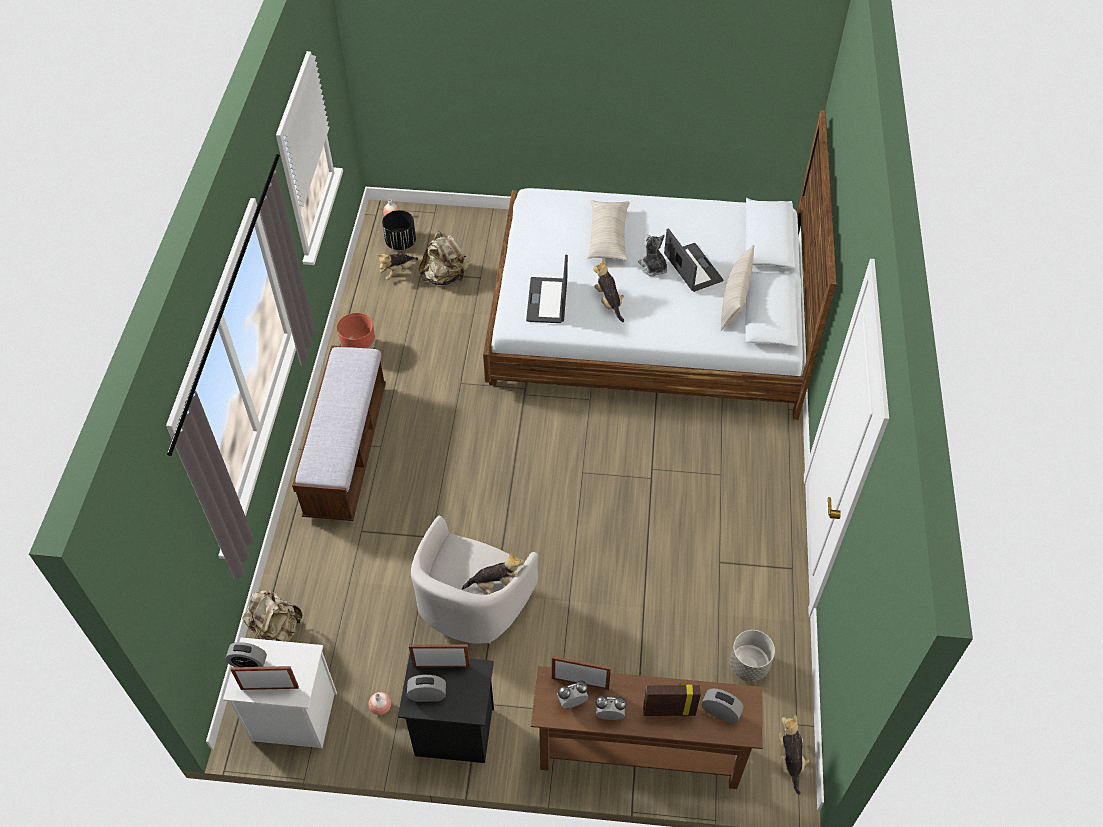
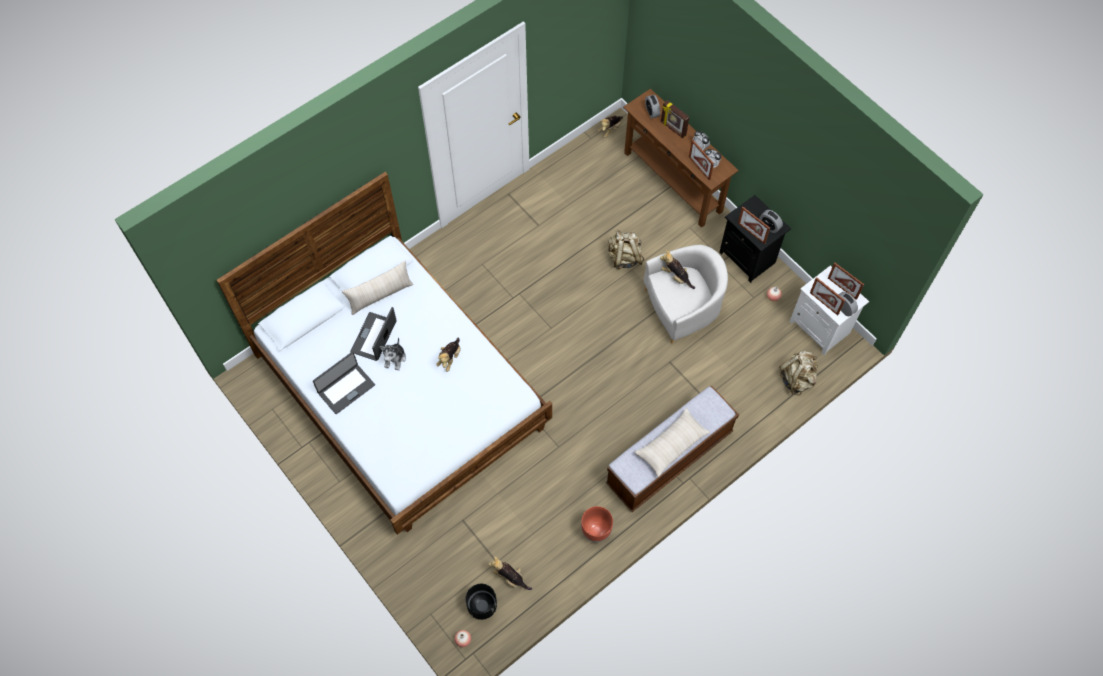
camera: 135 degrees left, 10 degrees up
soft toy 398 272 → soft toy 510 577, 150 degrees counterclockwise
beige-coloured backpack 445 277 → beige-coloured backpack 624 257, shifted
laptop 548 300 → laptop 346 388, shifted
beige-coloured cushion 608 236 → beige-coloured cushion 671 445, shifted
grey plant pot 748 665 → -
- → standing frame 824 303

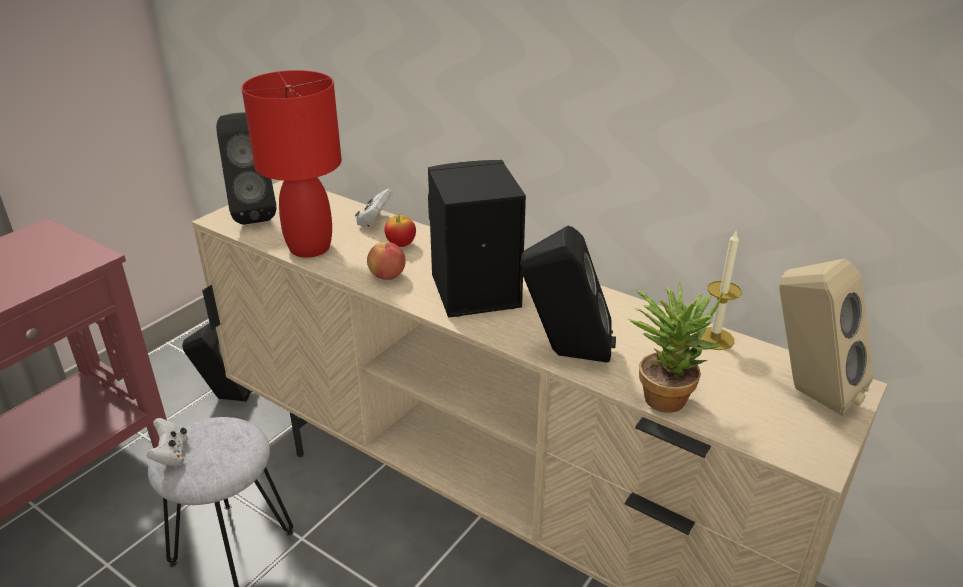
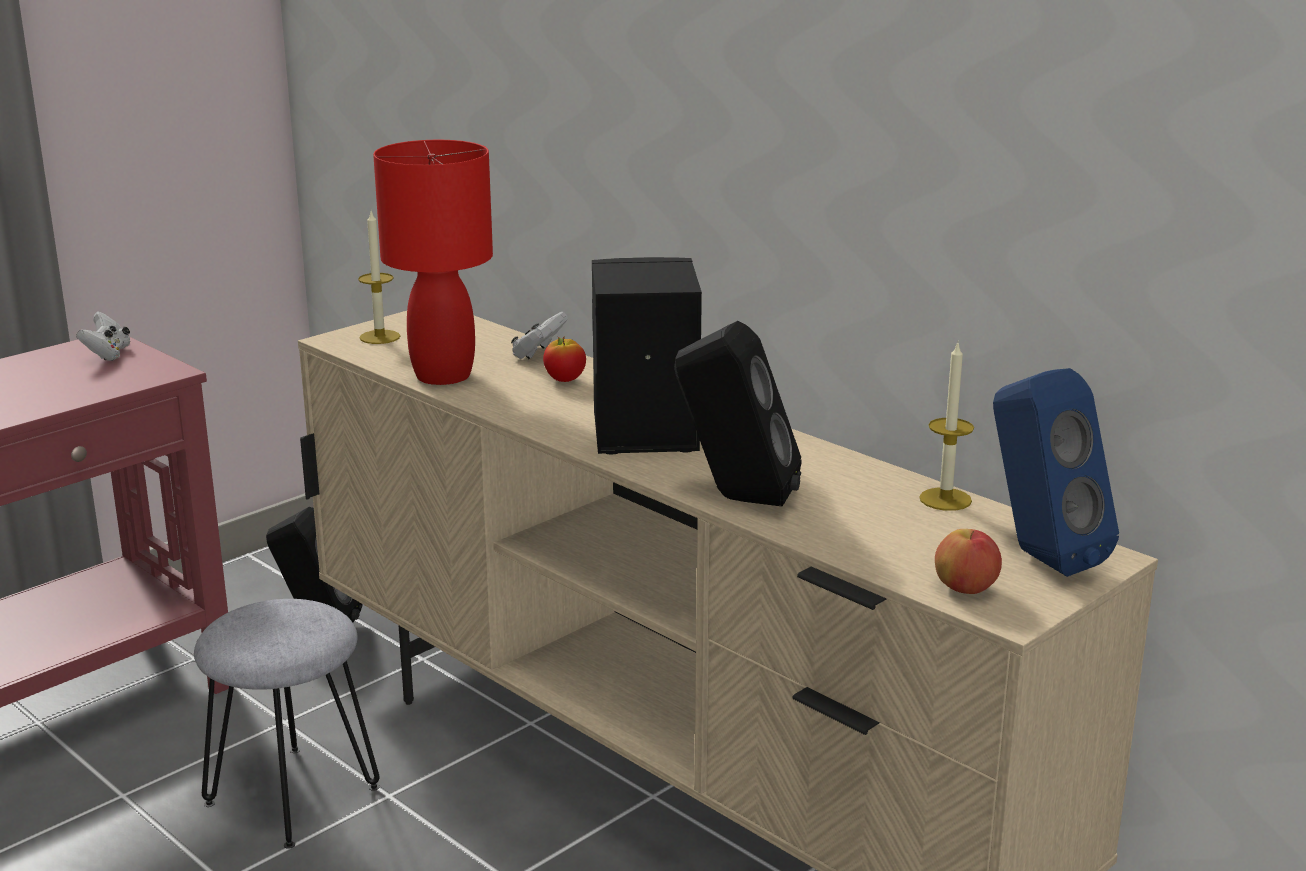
camera: 10 degrees right, 10 degrees down
white gamepad 171 454 → white gamepad 107 354, shifted
blackish loudspeaker 253 214 → wax candle 380 337
whole apple 387 276 → whole apple 966 589, shifted
plant in a pot 665 393 → -
beige-coloured loudspeaker 806 392 → bluish loudspeaker 1038 557

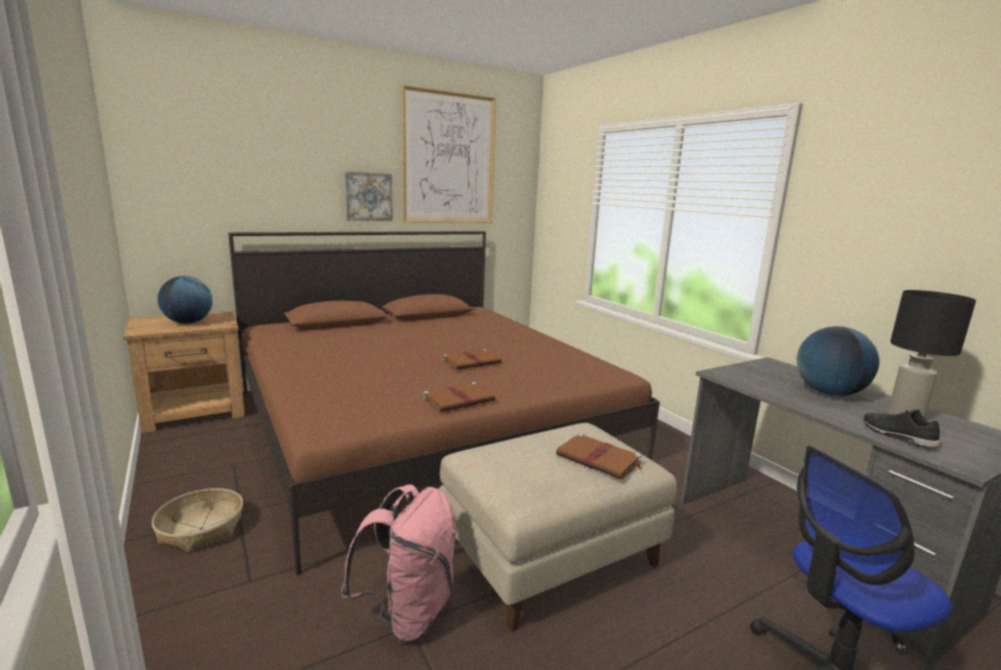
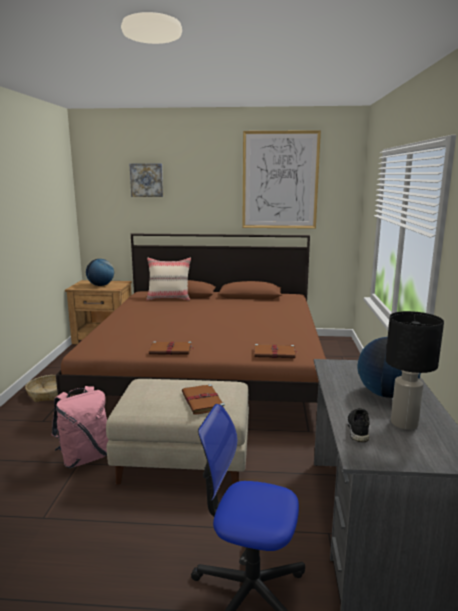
camera: 35 degrees right, 0 degrees up
wall picture 368 196 → wall picture 147 180, shifted
brown volume 472 362 → brown volume 275 353, shifted
- → beige-coloured cushion 169 298

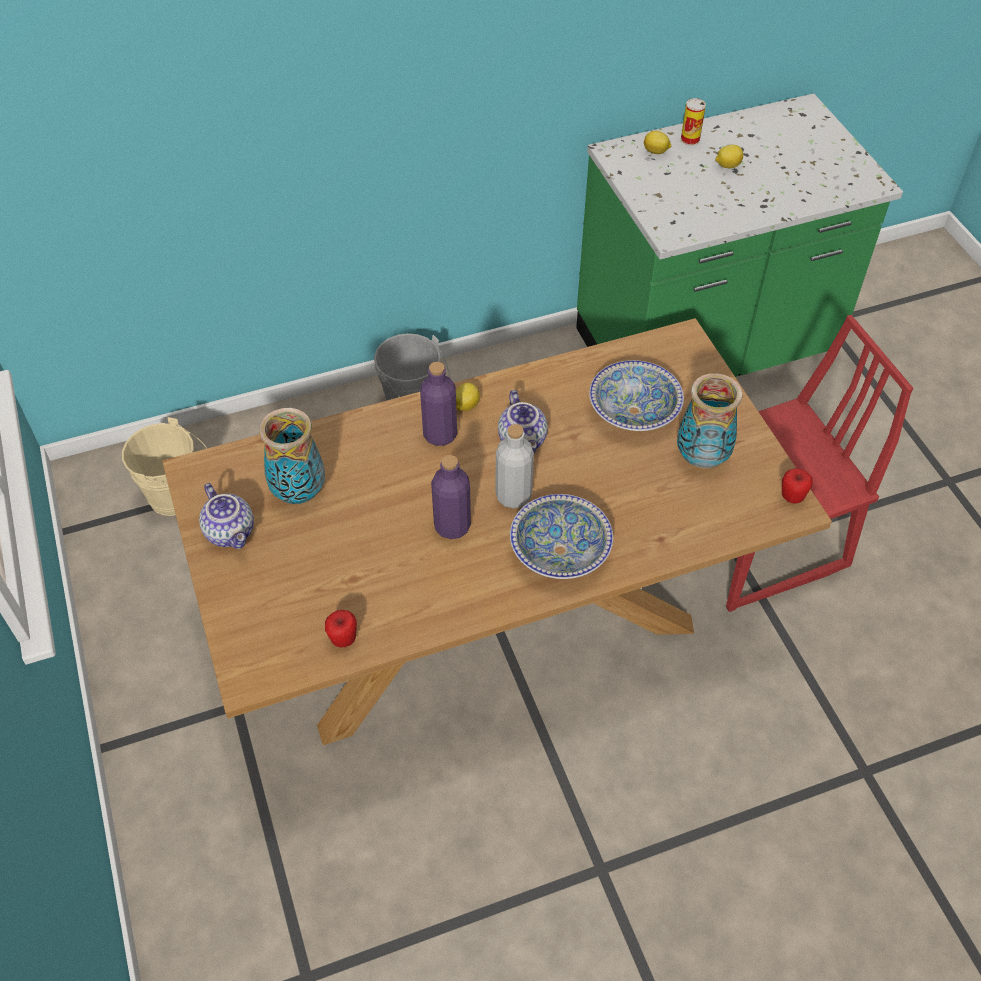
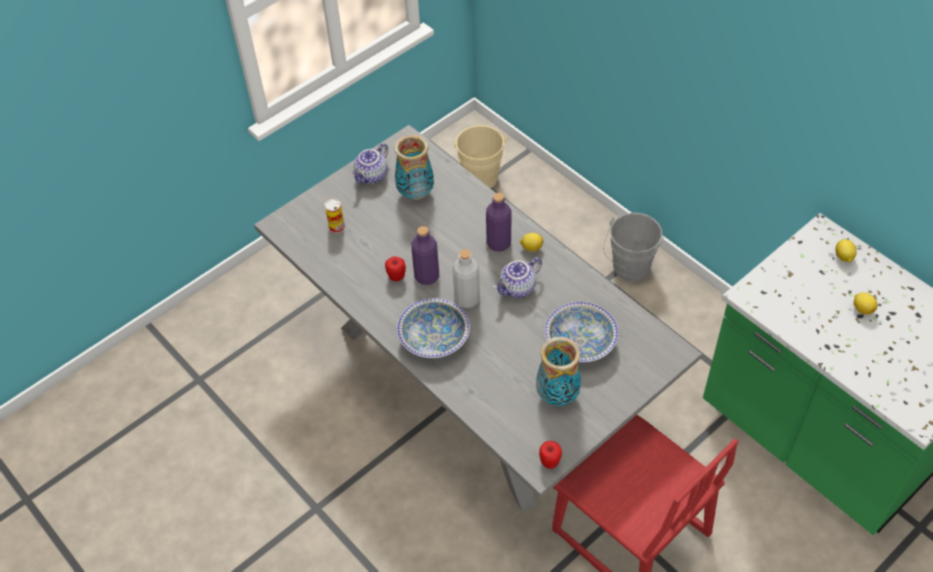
camera: 70 degrees right, 0 degrees up
brown dining table 489 619 → grey dining table 472 381
whole apple 343 639 → whole apple 396 276, shifted
metal can 690 139 → metal can 336 227, shifted

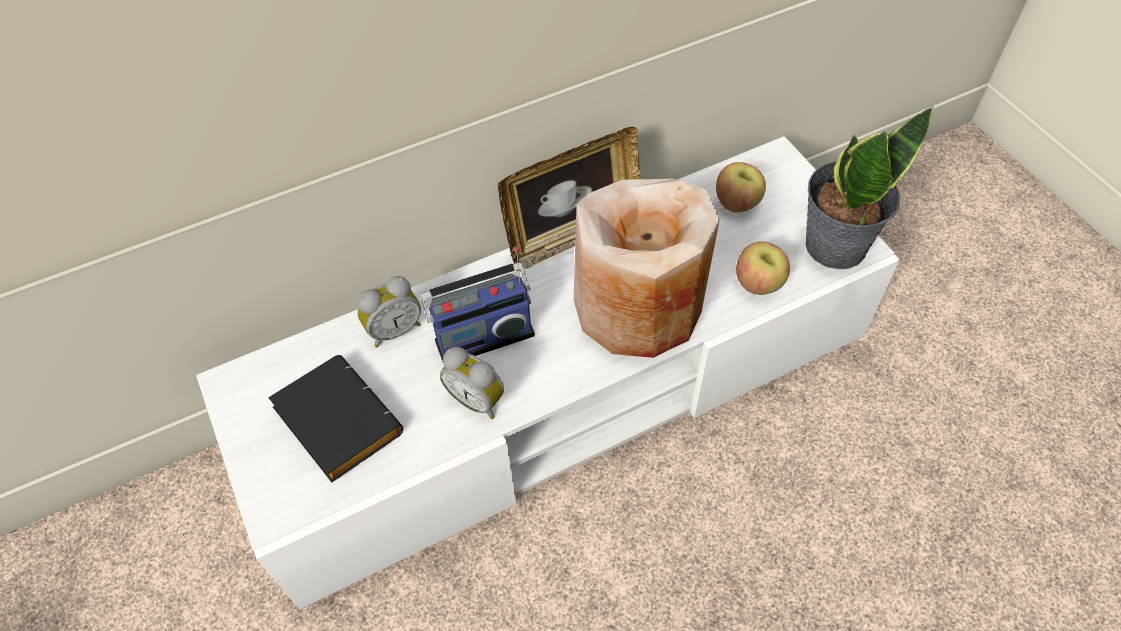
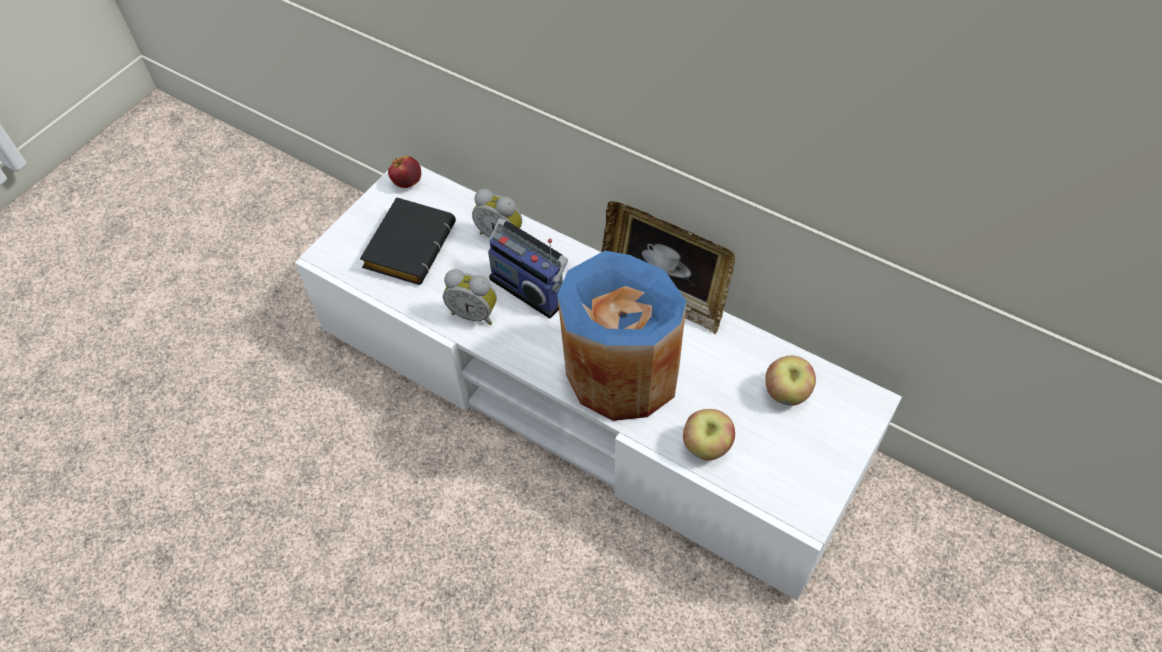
camera: 60 degrees right, 0 degrees up
table clock 478 399 → table clock 474 313, 75 degrees counterclockwise
beige-coloured flower vase 638 308 → bluish flower vase 621 372
plant in a pot 834 245 → -
- → whole apple 407 183

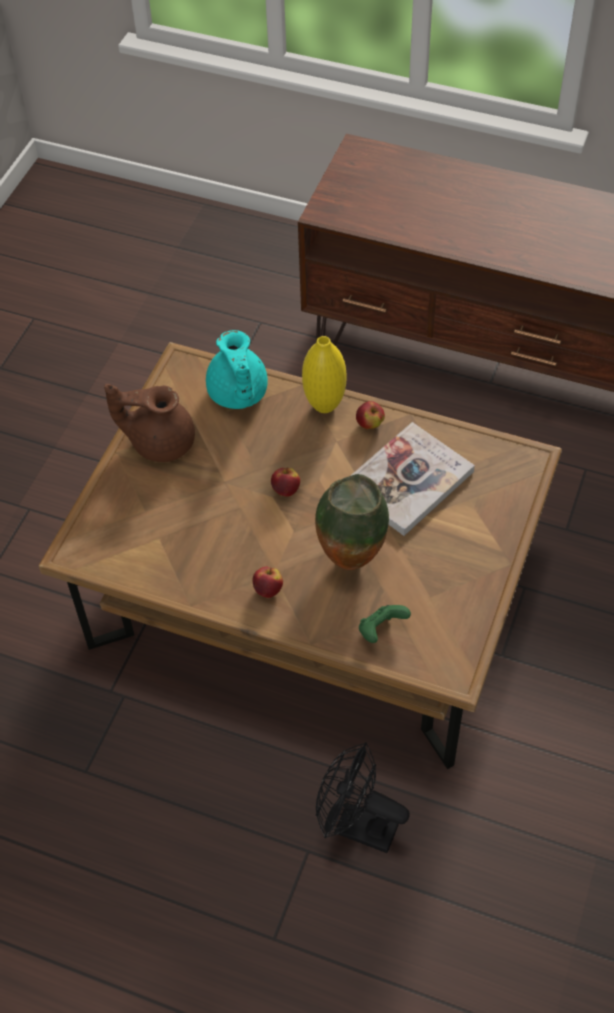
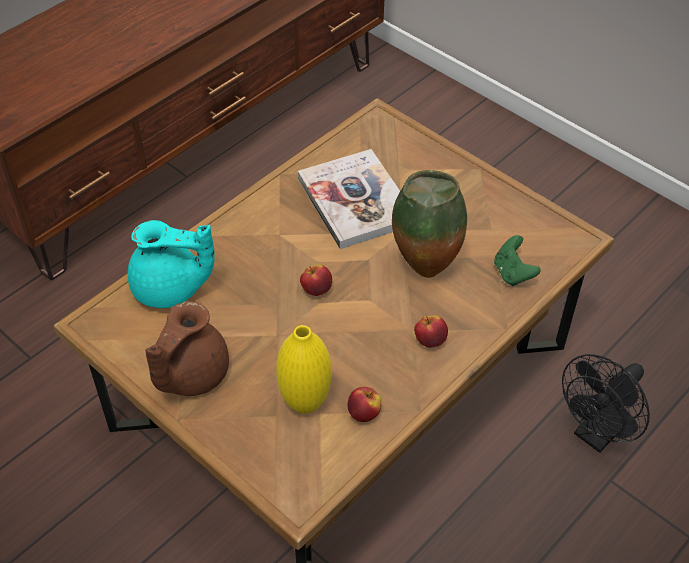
camera: 70 degrees left, 5 degrees down
yellow-coloured flower vase 324 405 → yellow-coloured flower vase 305 403, shifted
whole apple 369 424 → whole apple 364 413, shifted

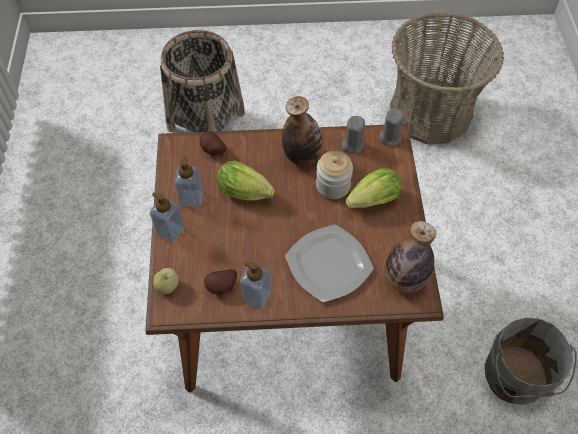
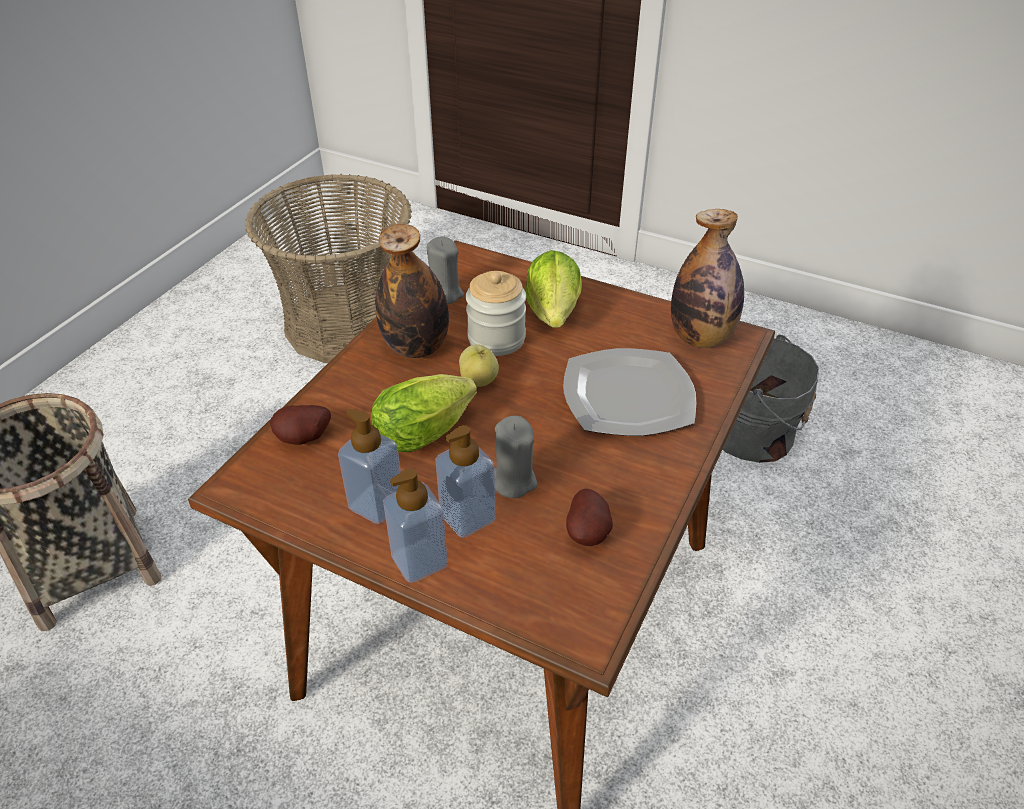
camera: 60 degrees left, 15 degrees down
whole apple 168 286 → whole apple 479 380, shifted
soap dispenser 256 296 → soap dispenser 467 517, shifted
grey wax candle 390 137 → grey wax candle 513 480, shifted

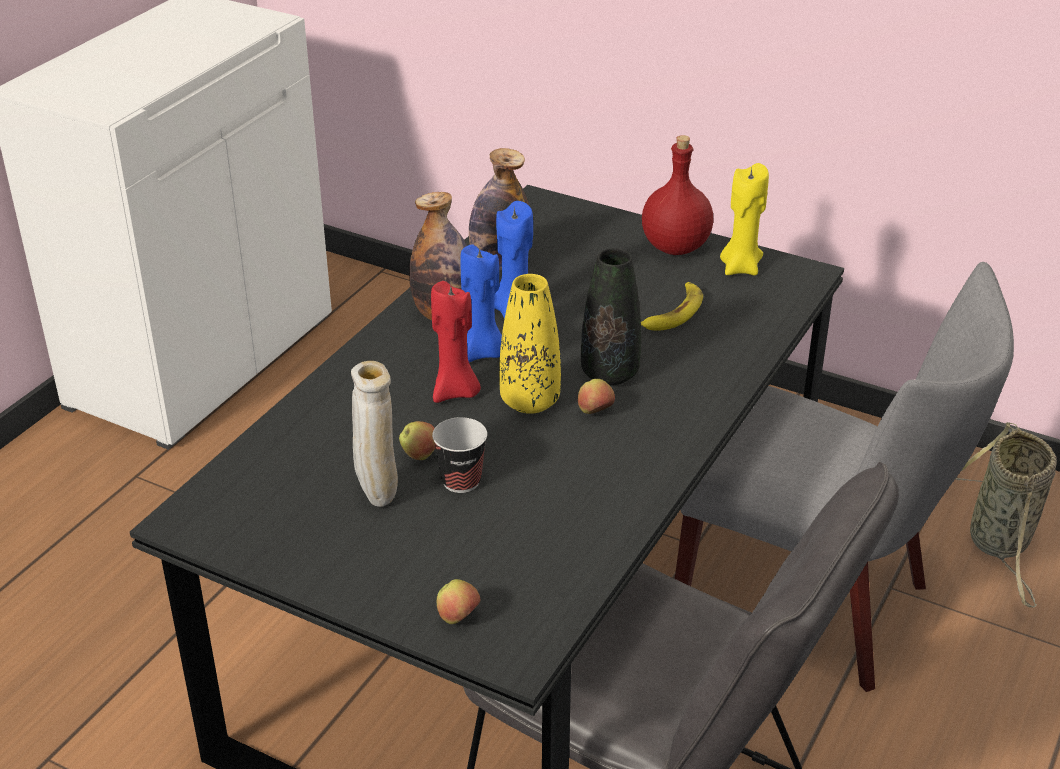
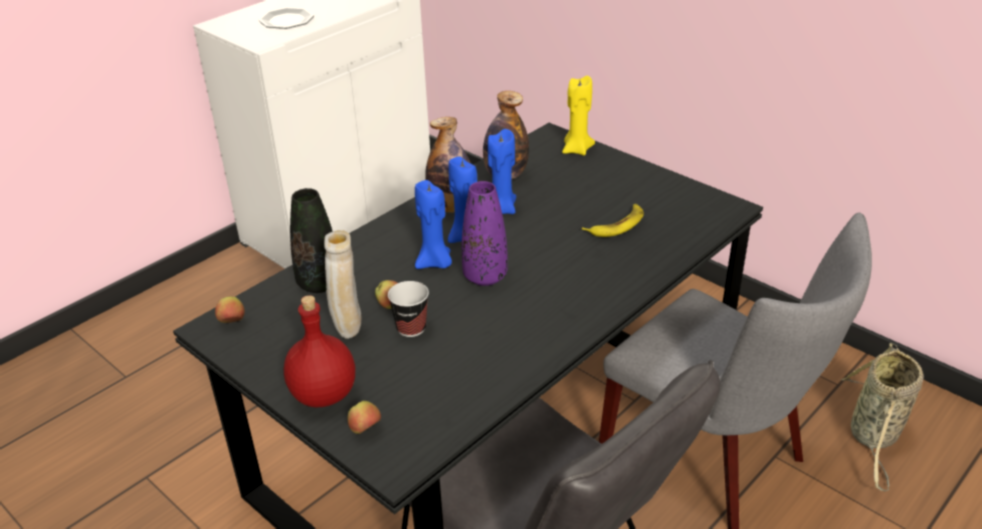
camera: 15 degrees right, 0 degrees up
red-coloured wax candle 456 392 → bluish wax candle 435 263
yellow-coloured flower vase 530 401 → purplish flower vase 485 277
whole apple 595 412 → whole apple 232 322, shifted
blackish flower vase 609 374 → blackish flower vase 319 284, shifted
red-coloured beverage bottle 676 247 → red-coloured beverage bottle 325 394, shifted
yellow-coloured wax candle 740 268 → yellow-coloured wax candle 576 150, shifted
- → plate 286 21

